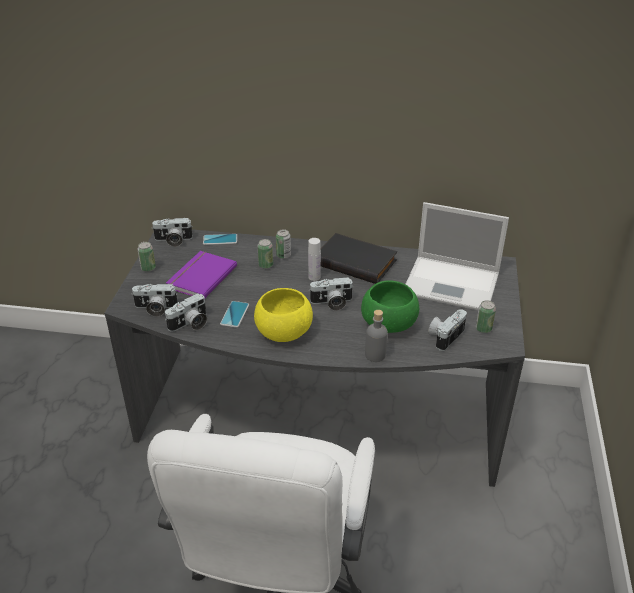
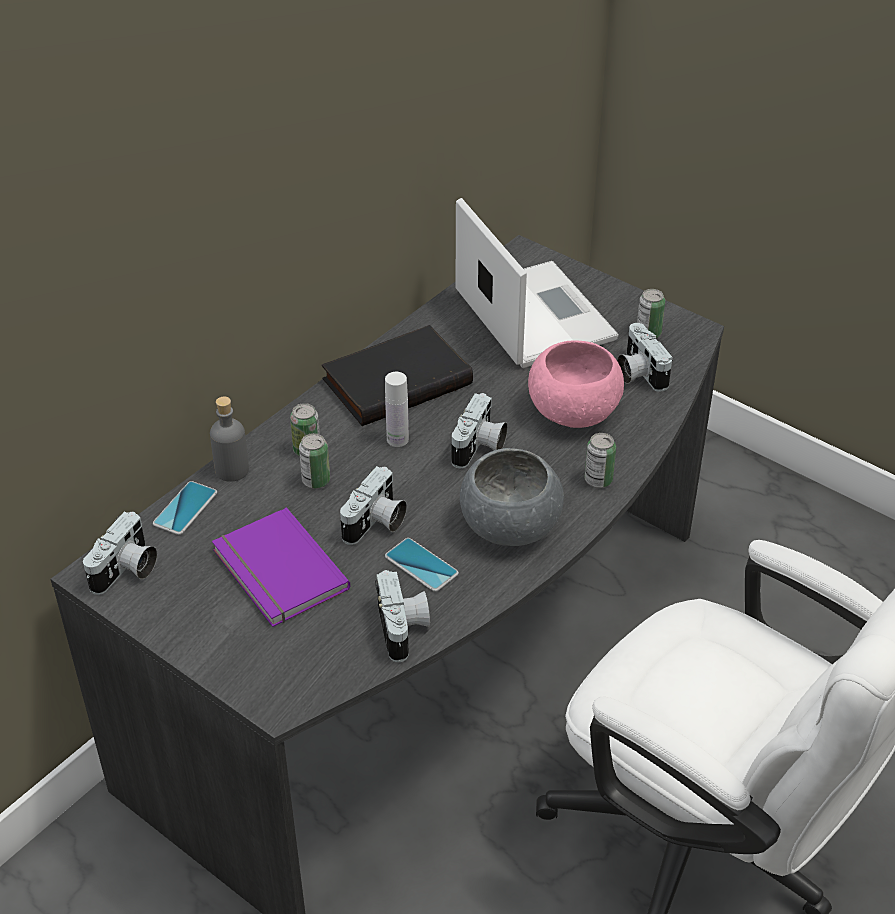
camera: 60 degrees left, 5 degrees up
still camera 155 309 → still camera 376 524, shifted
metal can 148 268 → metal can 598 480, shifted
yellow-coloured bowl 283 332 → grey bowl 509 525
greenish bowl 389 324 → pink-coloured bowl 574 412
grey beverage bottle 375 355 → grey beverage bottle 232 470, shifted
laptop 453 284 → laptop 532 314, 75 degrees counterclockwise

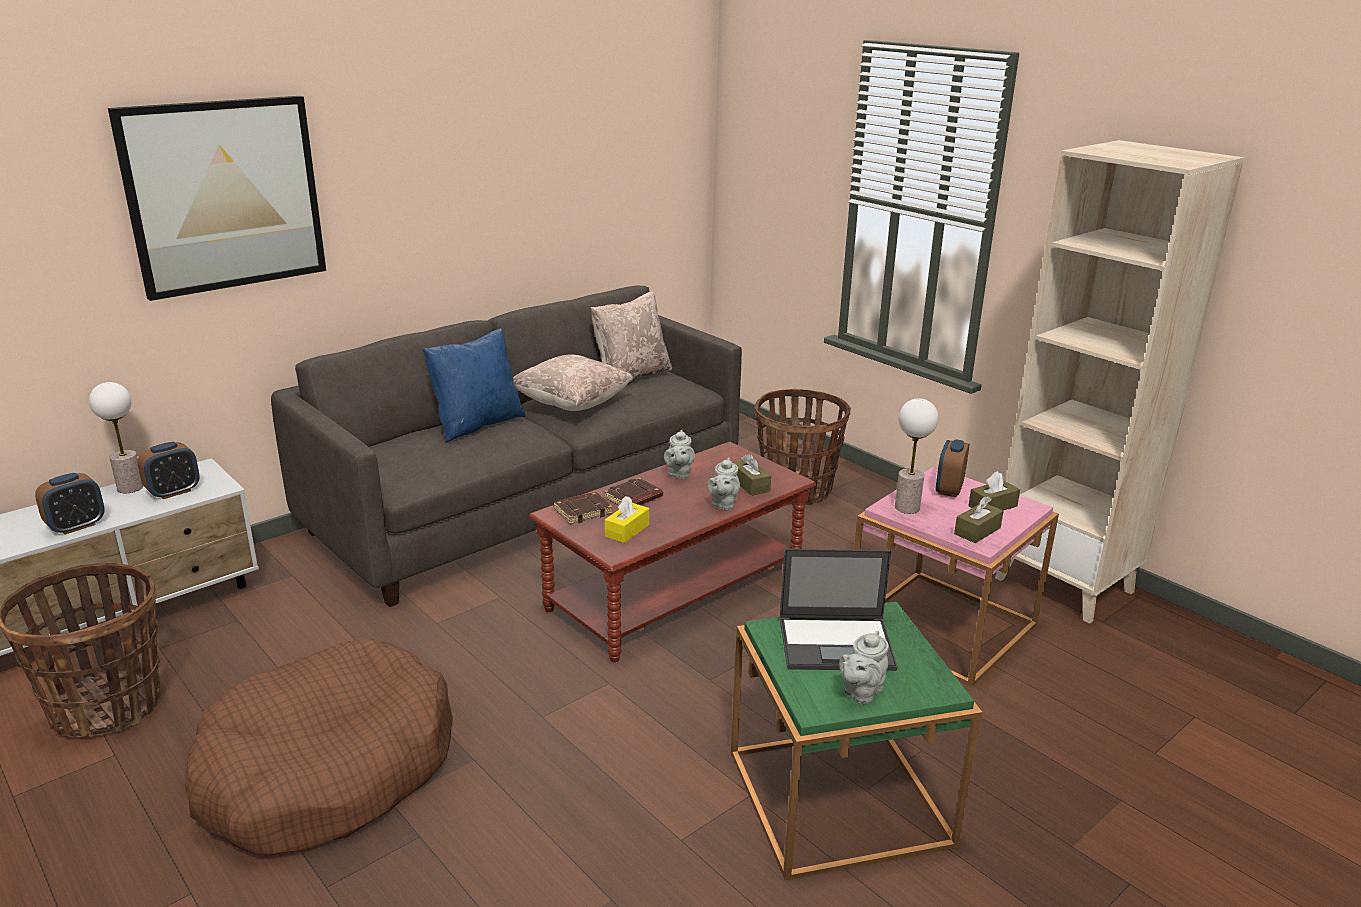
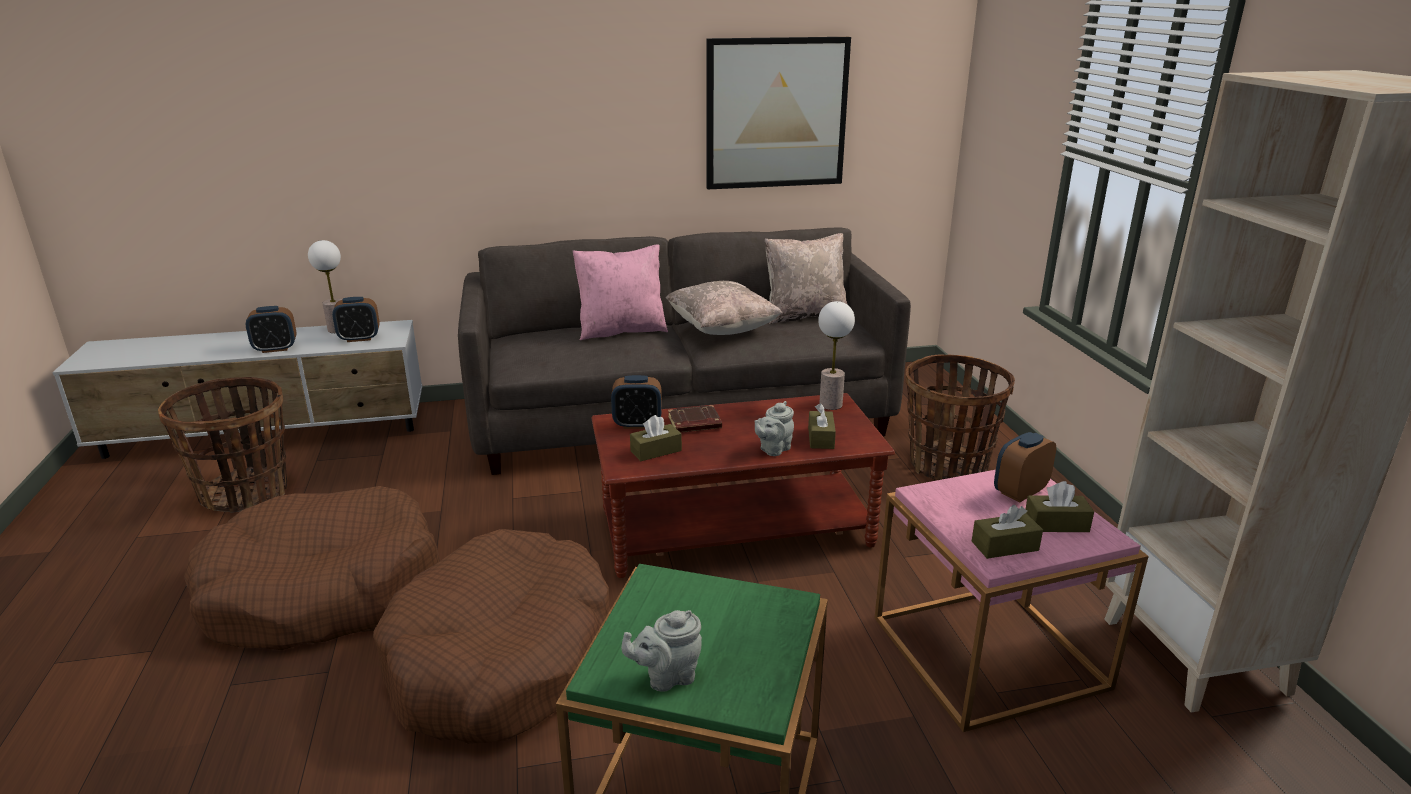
camera: 30 degrees right, 0 degrees up
wall picture 224 195 → wall picture 776 113, shifted
bluish cushion 477 424 → pink-coloured cushion 621 331
brown volume 583 511 → table clock 637 424
yellow-coloured tissue box 627 530 → brown tissue box 656 451
grey teapot 679 474 → -
laptop 837 644 → -
tabletop lamp 907 507 → tabletop lamp 831 404, shifted
- → brown dog bed 501 658

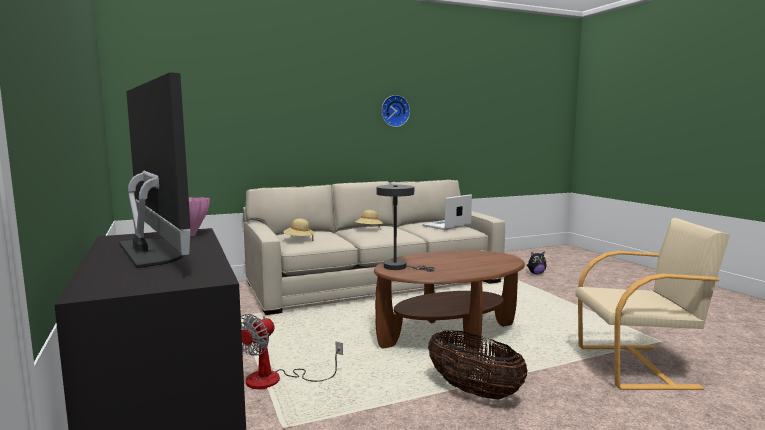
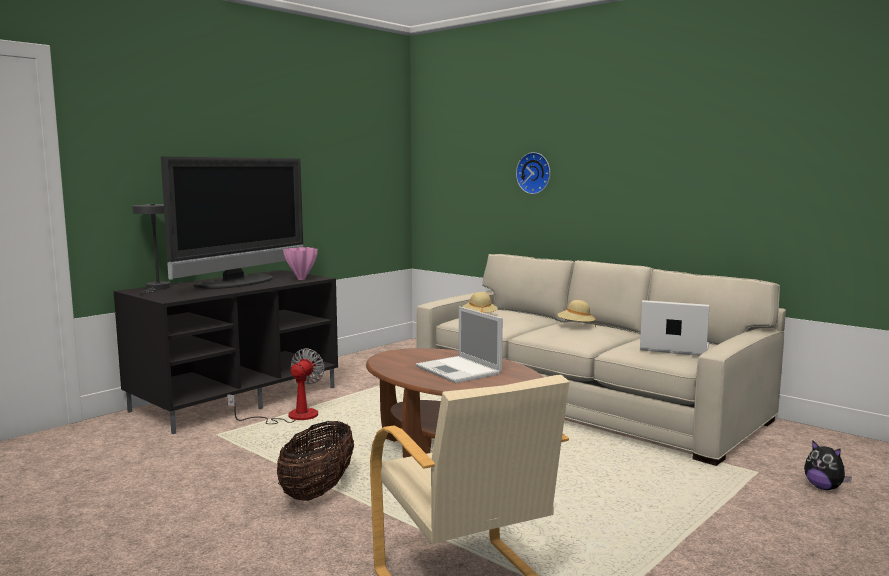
camera: 65 degrees right, 0 degrees up
cooling fan 276 380 → cooling fan 291 417, 105 degrees clockwise
grey tabletop lamp 399 267 → grey tabletop lamp 157 288, shifted
clock on the wall 394 111 → clock on the wall 534 173, shifted
- → laptop 459 370

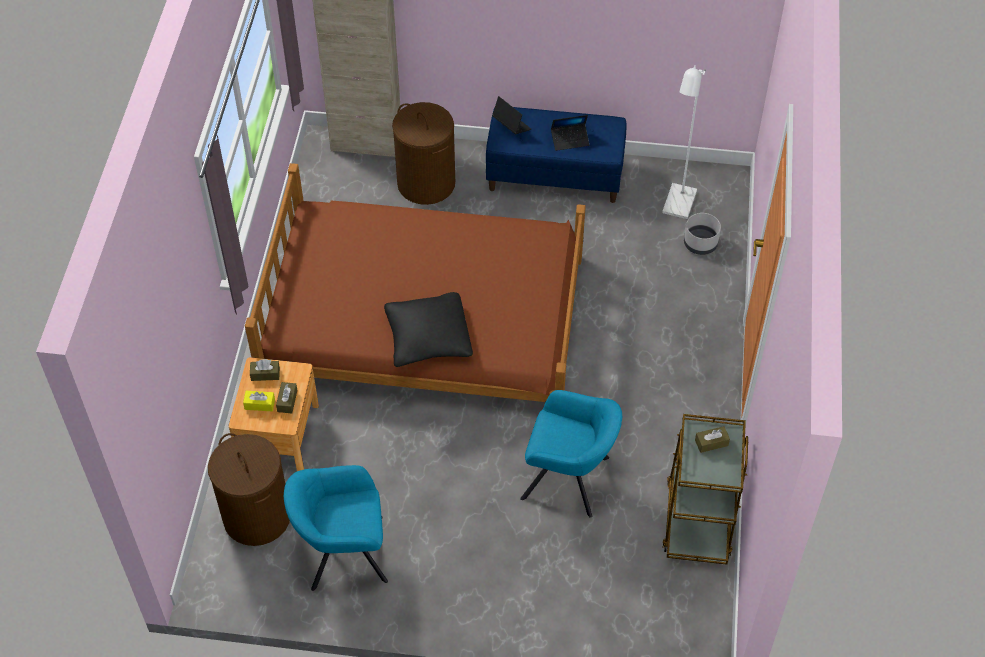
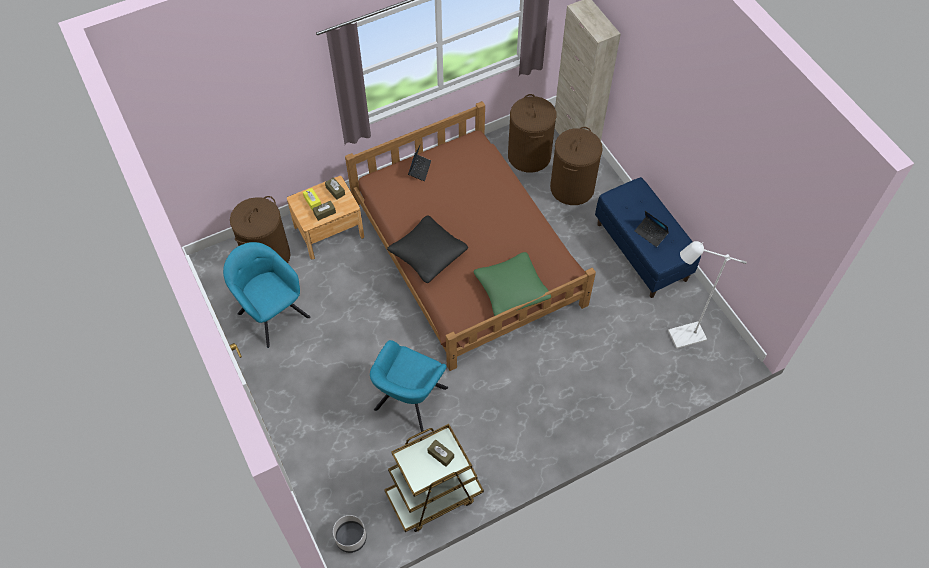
camera: 55 degrees right, 5 degrees up
laptop 511 125 → laptop 419 169, shifted
turquoise armchair 569 479 → turquoise armchair 409 401, 45 degrees clockwise
grey plant pot 700 243 → grey plant pot 351 537, shifted
- → greenish cushion 511 290
- → brown washing basket 529 156

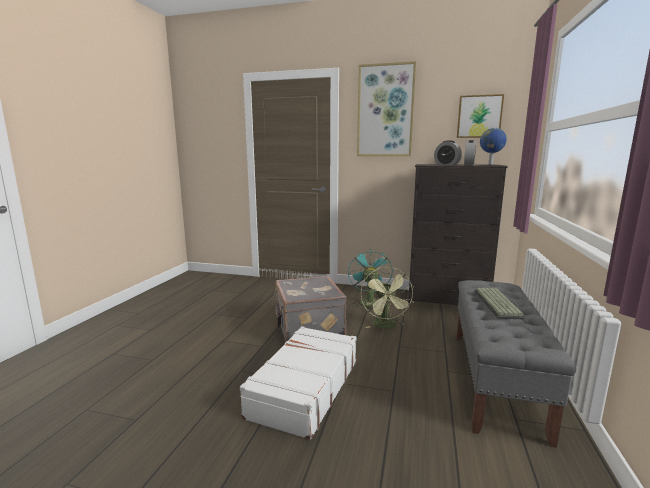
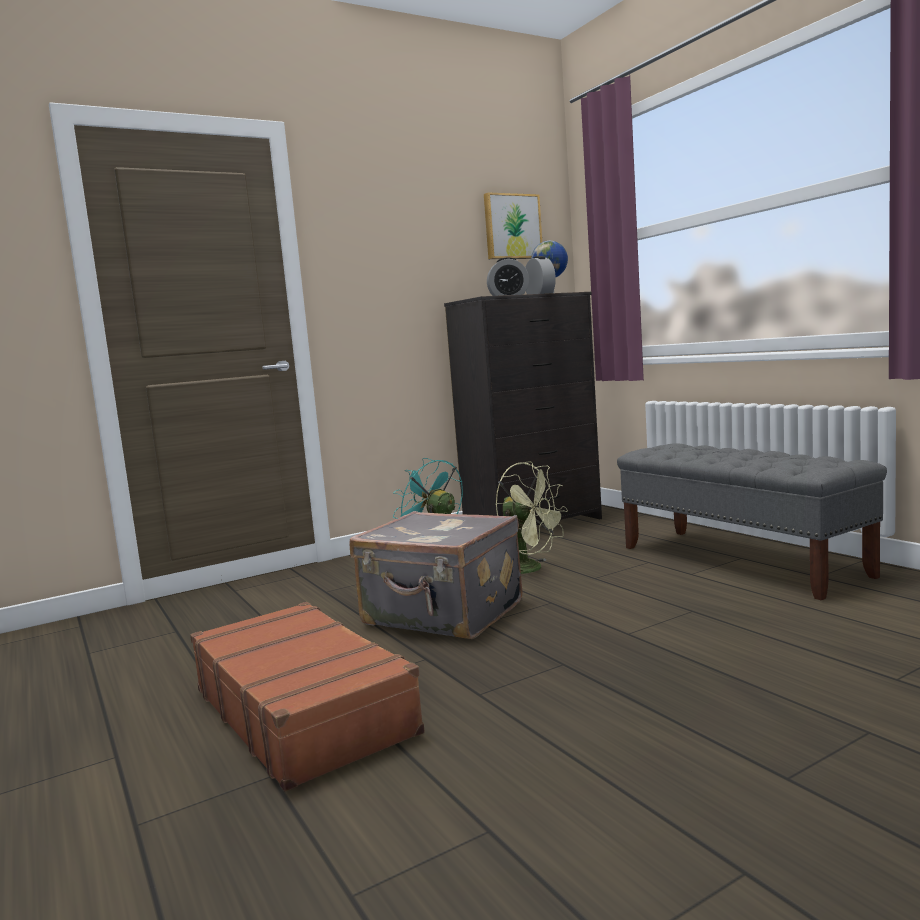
camera: 45 degrees left, 5 degrees down
white suitcase 304 388 → -
wall picture 385 111 → -
computer keyboard 498 304 → -
- → brown suitcase 304 710

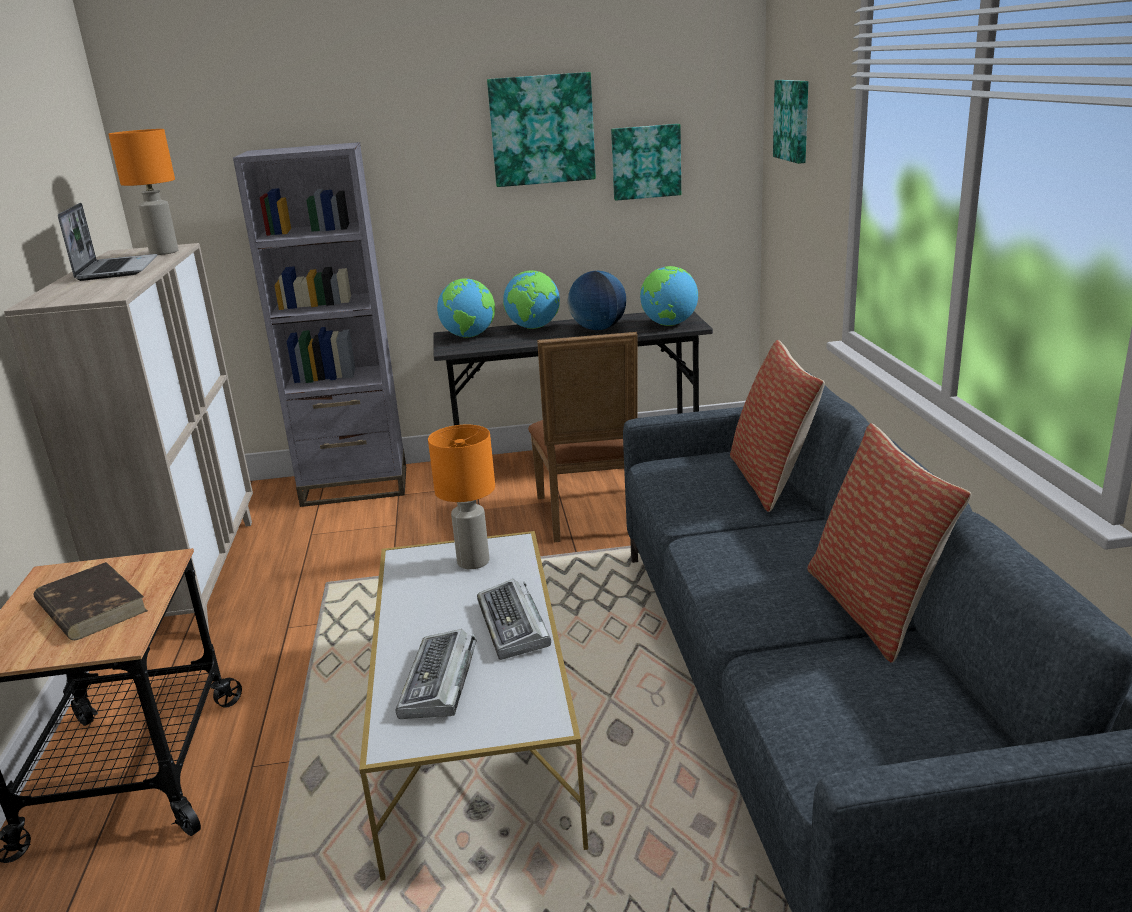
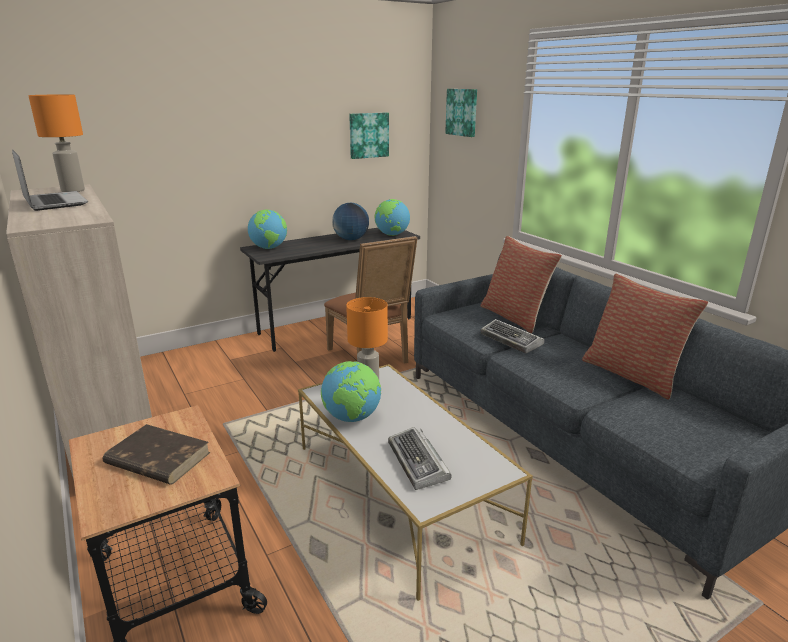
camera: 25 degrees left, 0 degrees up
grey bookcase 355 486 → -
computer keyboard 513 626 → computer keyboard 512 340, shifted
wall picture 542 130 → -
world globe 533 327 → world globe 352 417, shifted

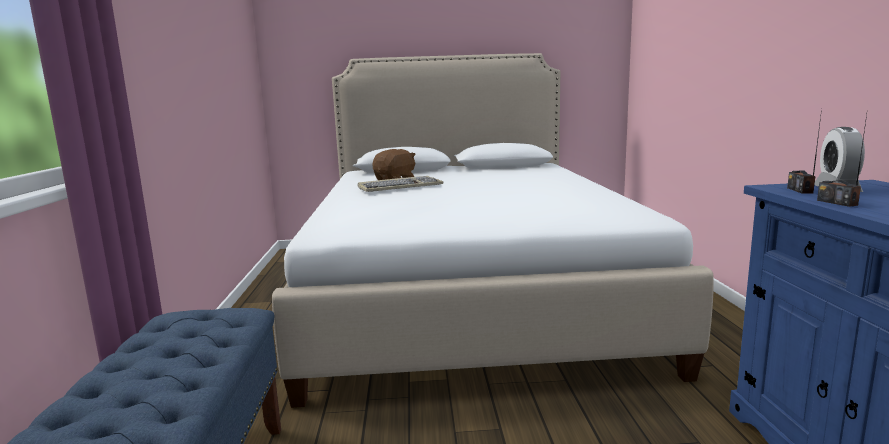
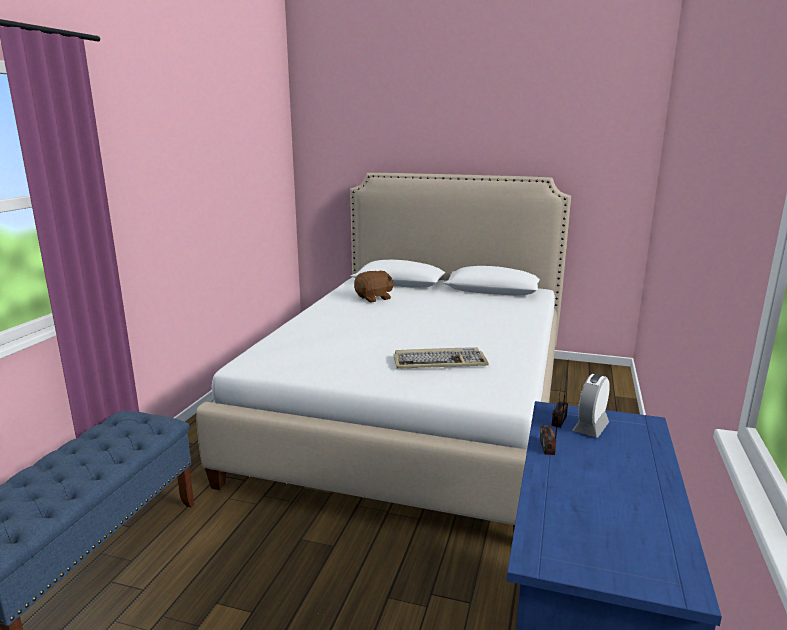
camera: 20 degrees right, 5 degrees up
computer keyboard 400 187 → computer keyboard 440 362, shifted

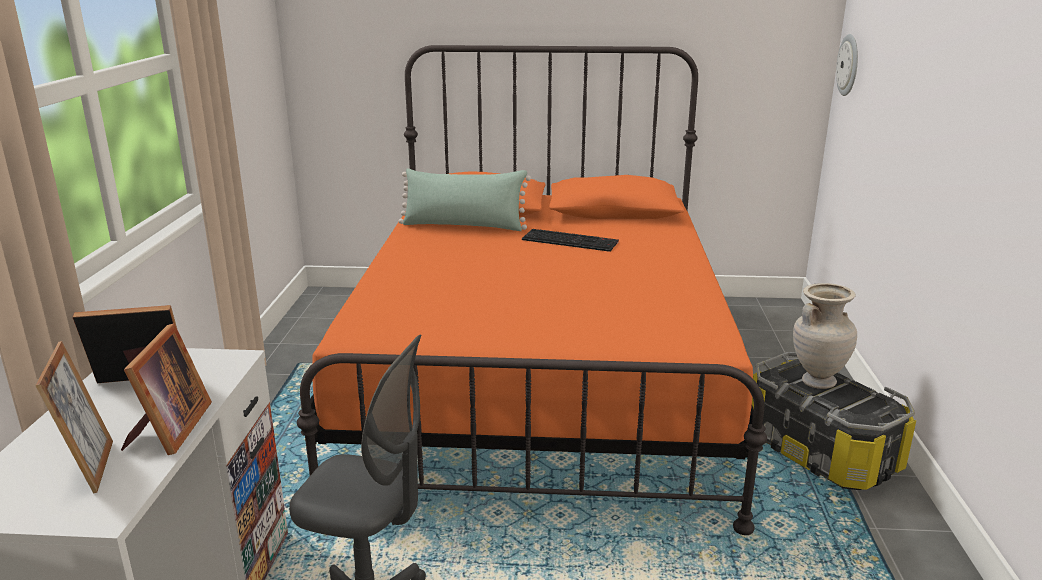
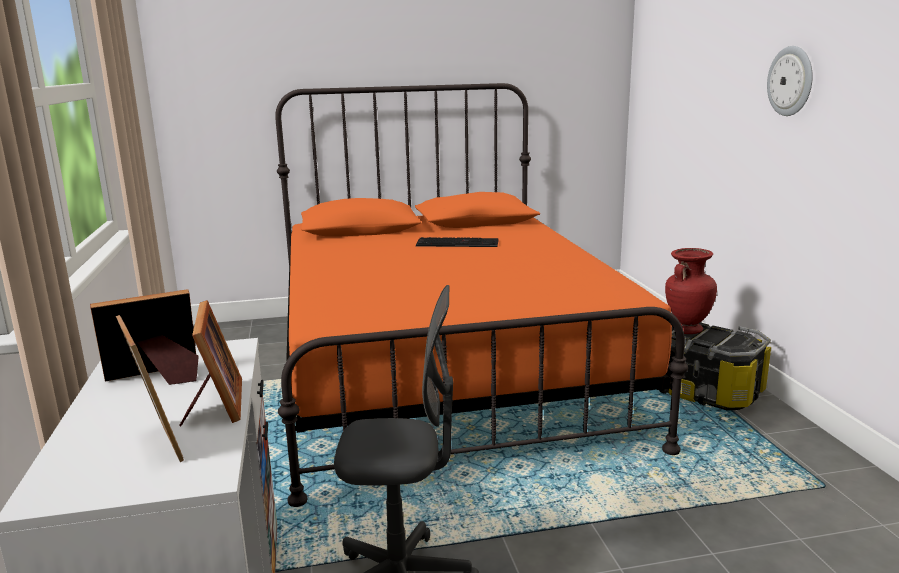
camera: 15 degrees left, 5 degrees down
greenish cushion 464 226 → -
beige-coloured flower vase 817 381 → red-coloured flower vase 687 330
clock on the wall 849 65 → clock on the wall 791 81, shifted

